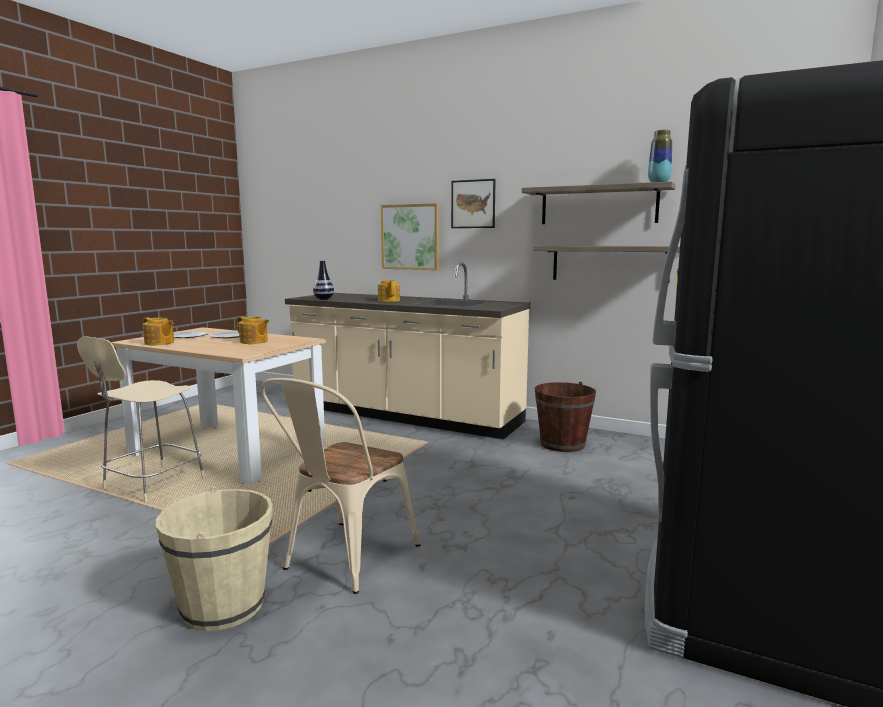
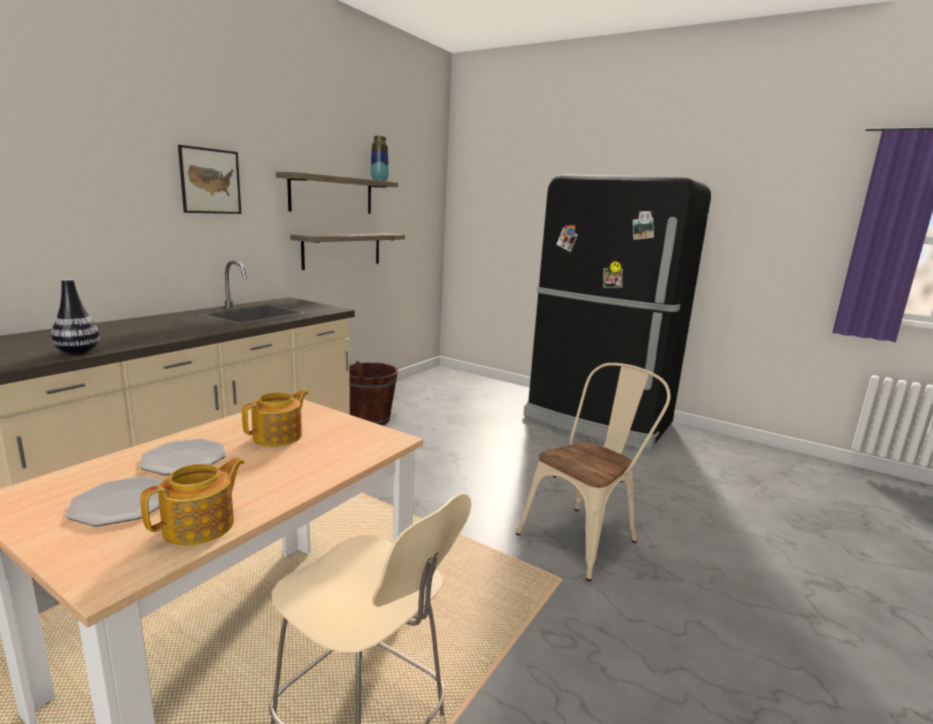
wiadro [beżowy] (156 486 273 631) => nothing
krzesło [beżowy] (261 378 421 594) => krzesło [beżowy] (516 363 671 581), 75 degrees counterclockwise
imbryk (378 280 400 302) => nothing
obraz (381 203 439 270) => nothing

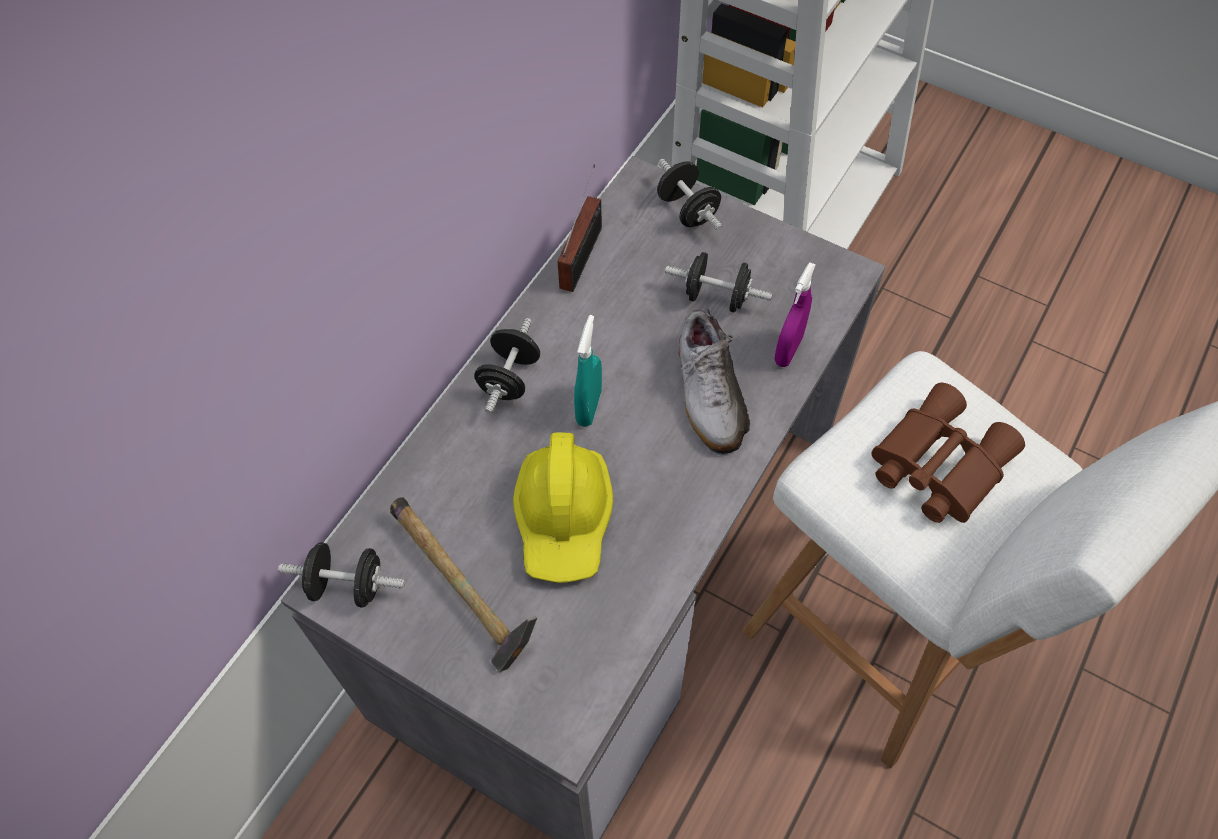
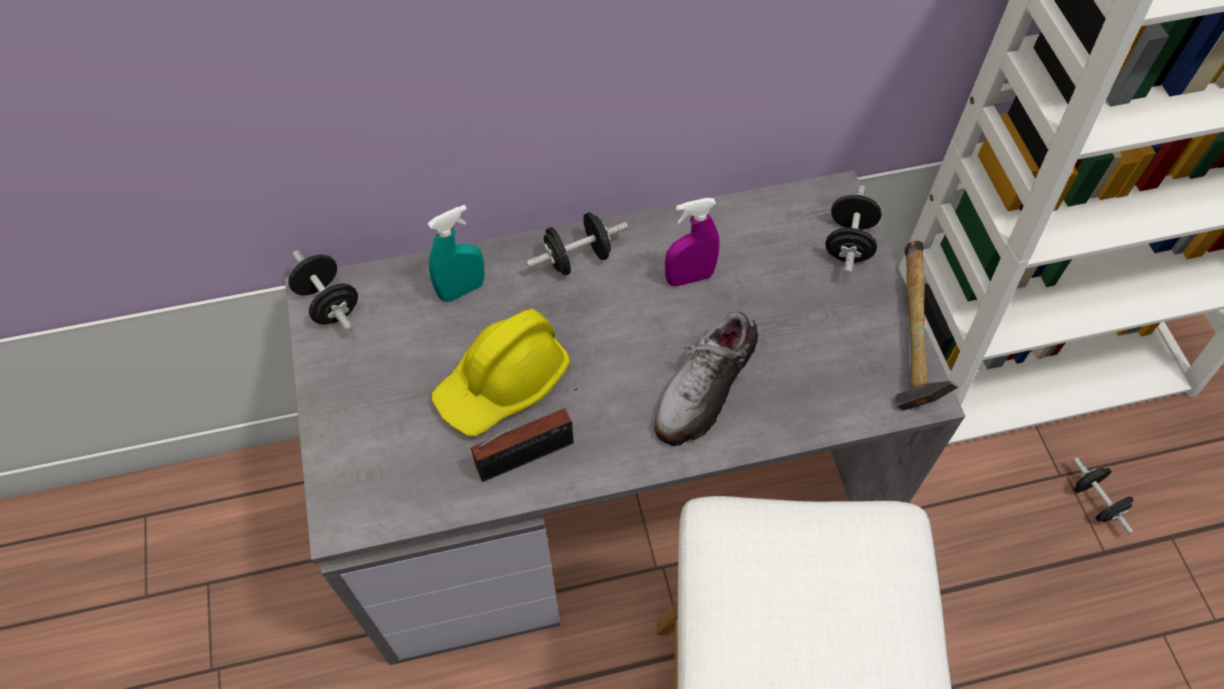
młotek (390 497 537 672) => młotek (895 241 958 411), move
radio (558 165 602 292) => radio (471 388 578 482), move
spryskiwacz [turkusowy] (574 315 602 427) => spryskiwacz [turkusowy] (428 205 485 302), move
hantel [czarny] (665 252 772 312) => hantel [czarny] (1073 457 1134 534), move
spryskiwacz [fioletowy] (774 262 816 367) => spryskiwacz [fioletowy] (665 198 720 286), move
lornetka [brązowy] (871 383 1025 523) => nothing

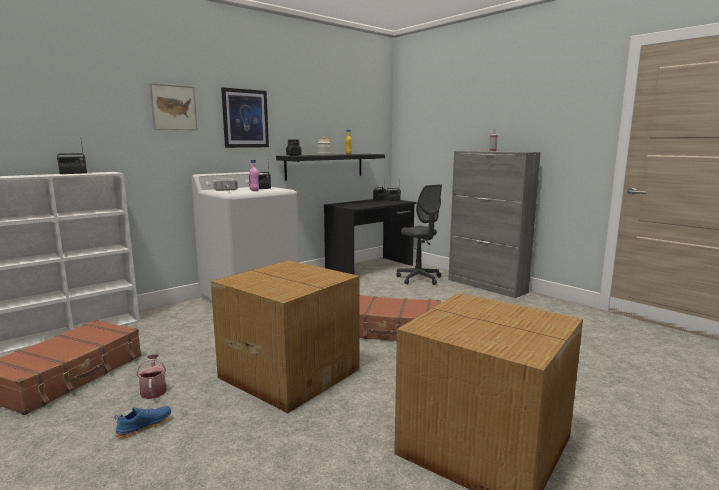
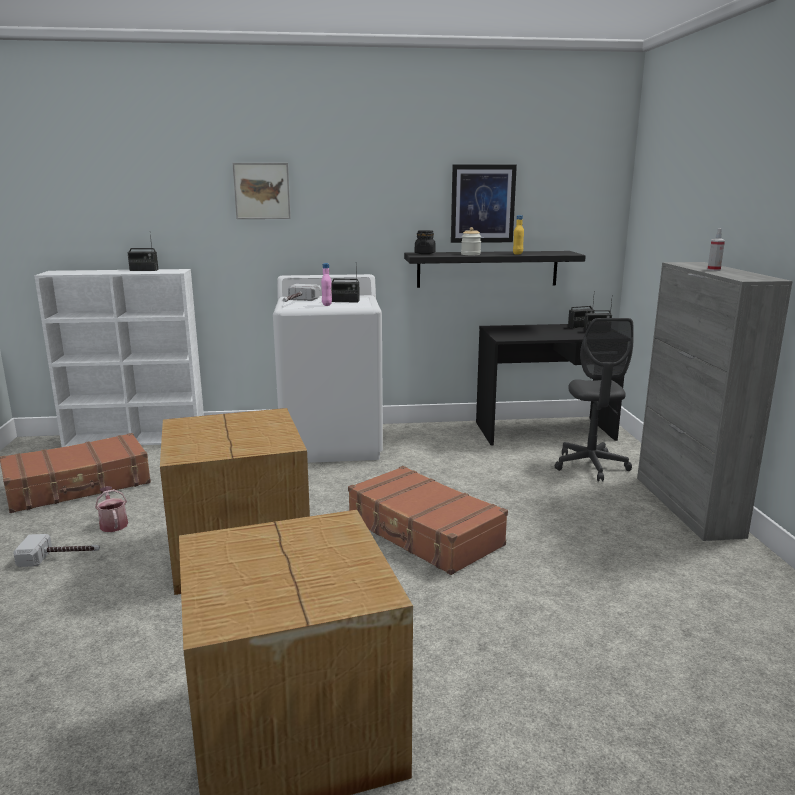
but [niebieski] (114 406 171 438) => młotek (13 534 100 567)
konewka (136 354 167 399) => konewka (95 486 128 532), 45 degrees counterclockwise
obraz (221 87 269 148) => obraz (451 164 517 243), move

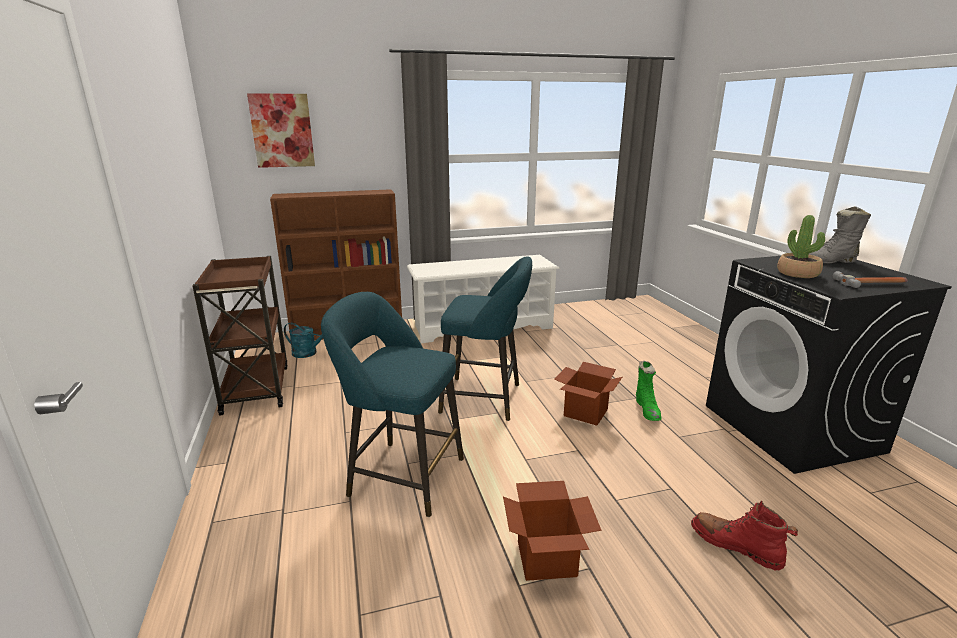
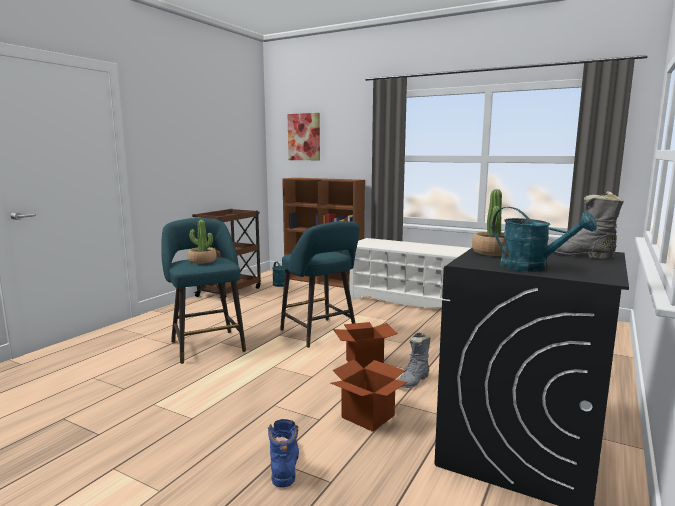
karton (503 481 602 581) => karton (330 359 407 432), move
but z cholewką [zielony] (636 361 662 421) => but z cholewką [szary] (397 332 431 388)
but z cholewką [czerwony] (691 501 798 570) => but z cholewką [niebieski] (268 419 299 488)
młotek (833 271 908 288) => konewka [turkusowy] (492 207 597 272)
nothing => roślina doniczkowa (188 220 217 264)

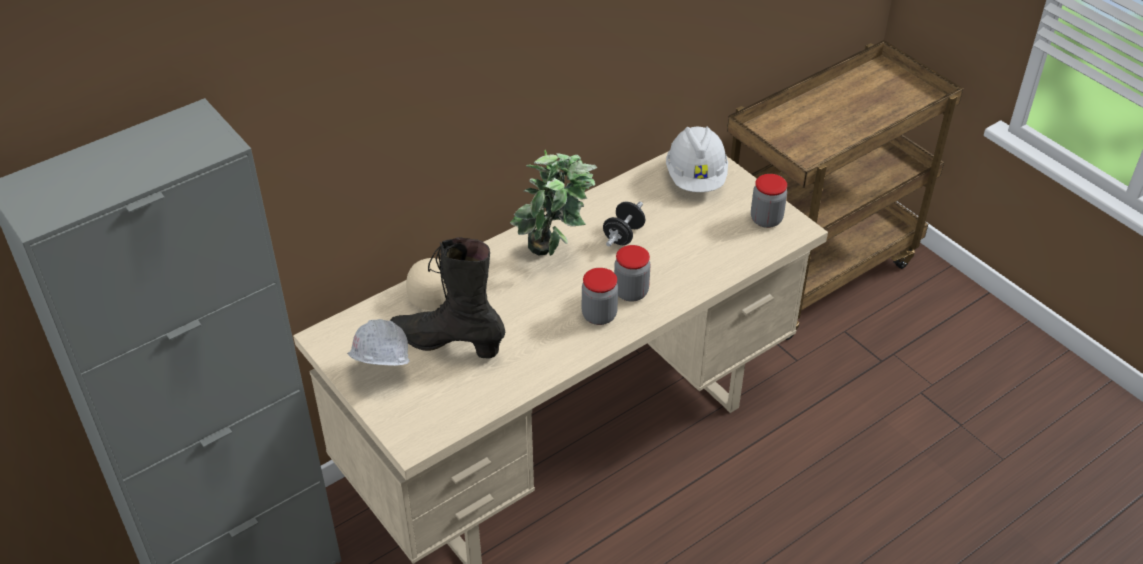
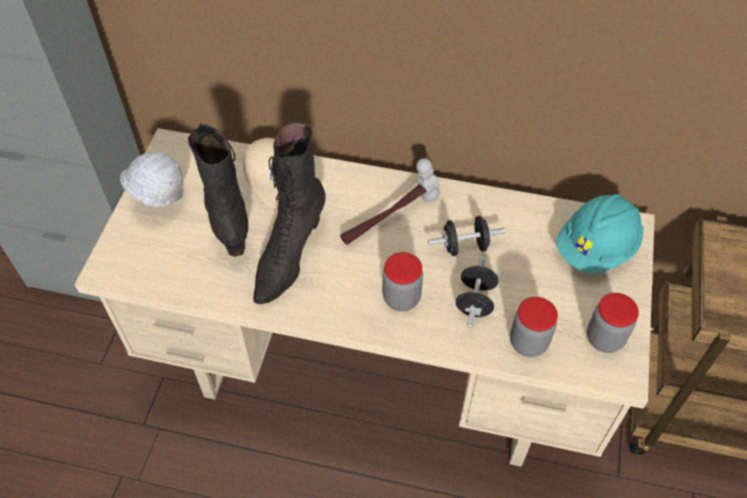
roślina doniczkowa (510 150 597 256) => młotek (340 158 439 245)
słoik (582 268 618 325) => słoik (510 297 558 357), move
kask [biały] (666 126 728 192) => kask [turkusowy] (556 194 644 274)
nothing => but z cholewką [czarny] (253 122 326 304)
nothing => hantel [czarny] (456 257 499 328)

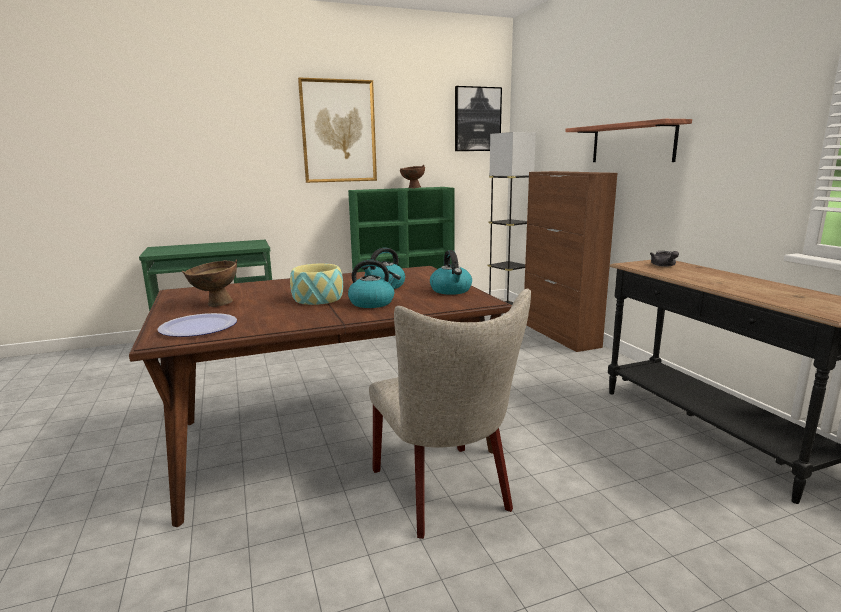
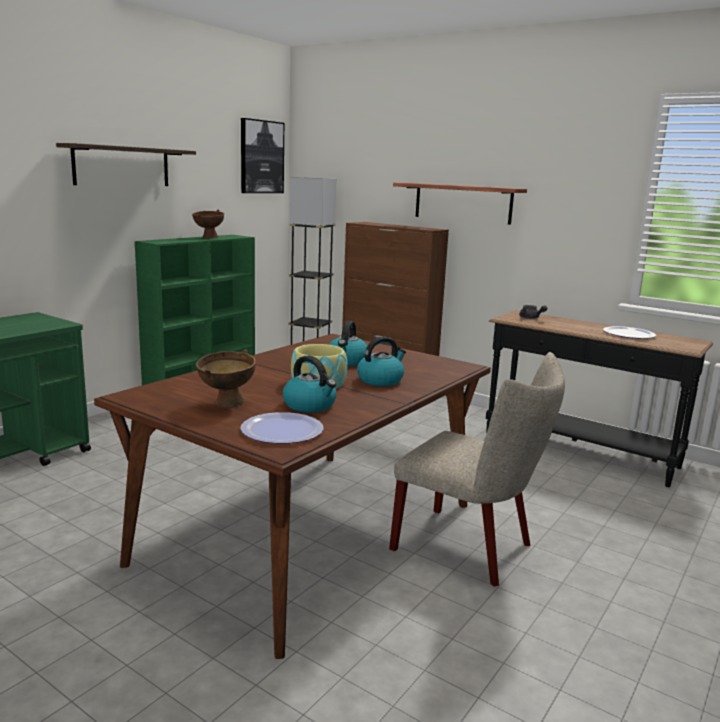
obraz (298 78 377 183) => półka (56 143 196 186)
czajnik (430 250 472 295) => czajnik (283 356 337 413), move
nothing => talerz (603 326 656 339)

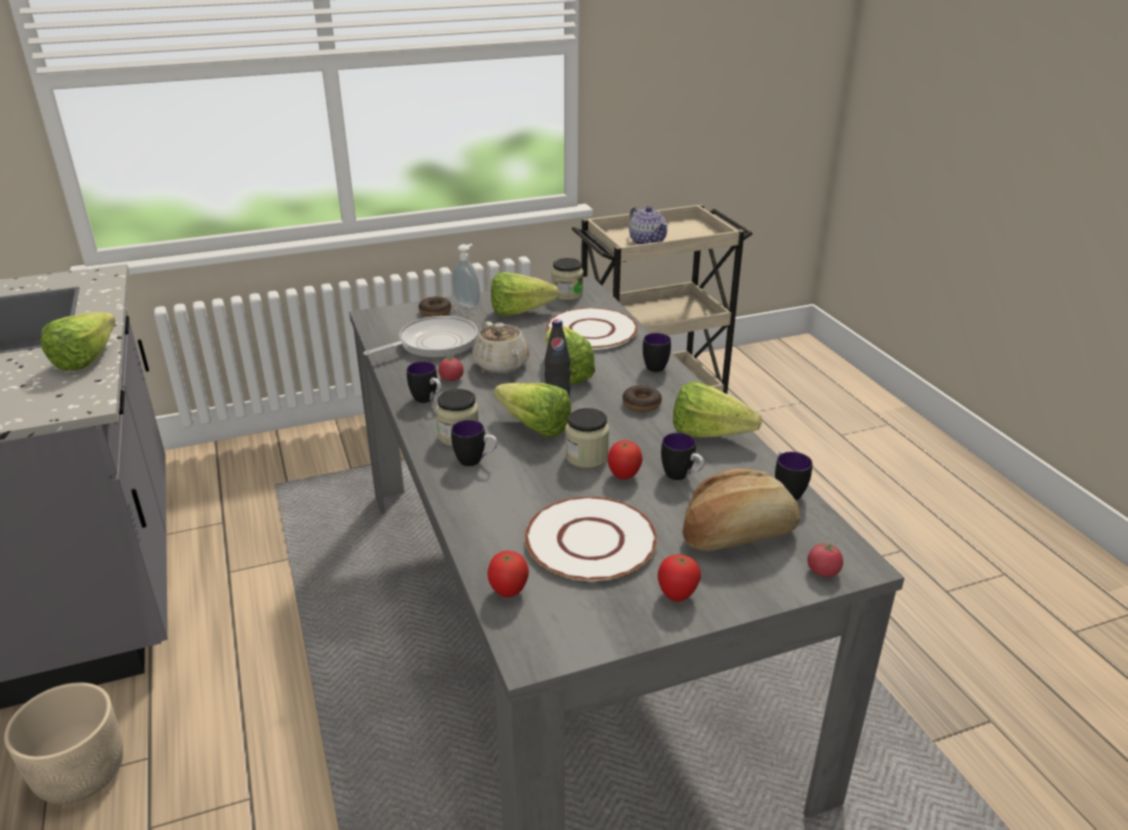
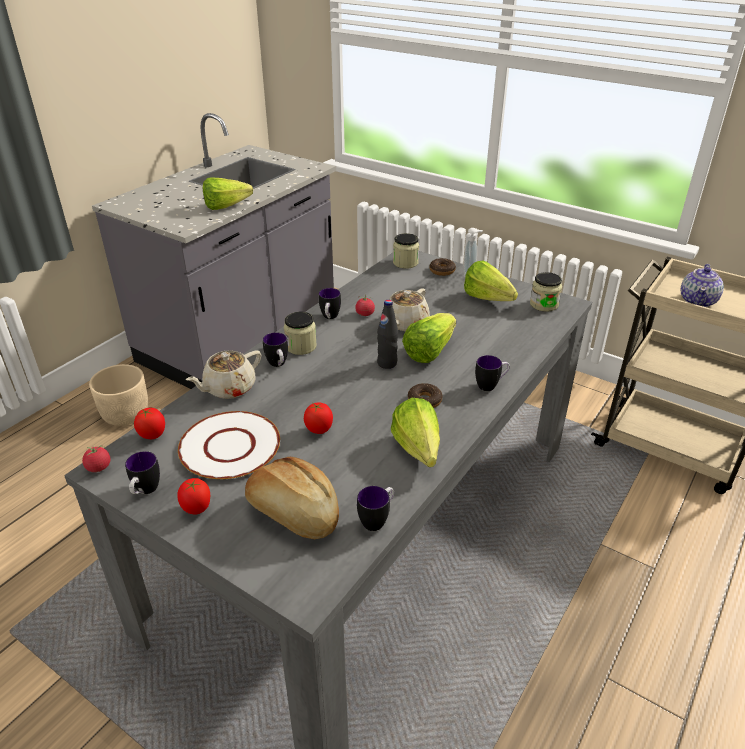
patelnia (363 316 478 358) => nothing
sałata (494 383 572 437) => nothing
talerz [biały] (546 307 638 350) => nothing
słoik (565 408 609 468) => słoik (393 233 419 269), move
kubek (661 433 704 480) => kubek (125 451 160 494), move
pomidor (807 538 843 577) => pomidor (82 445 111 472), move
nothing => imbryk [beżowy] (186 350 261 399)

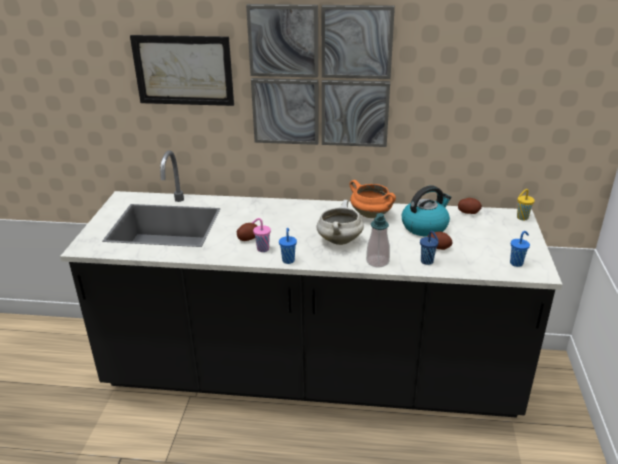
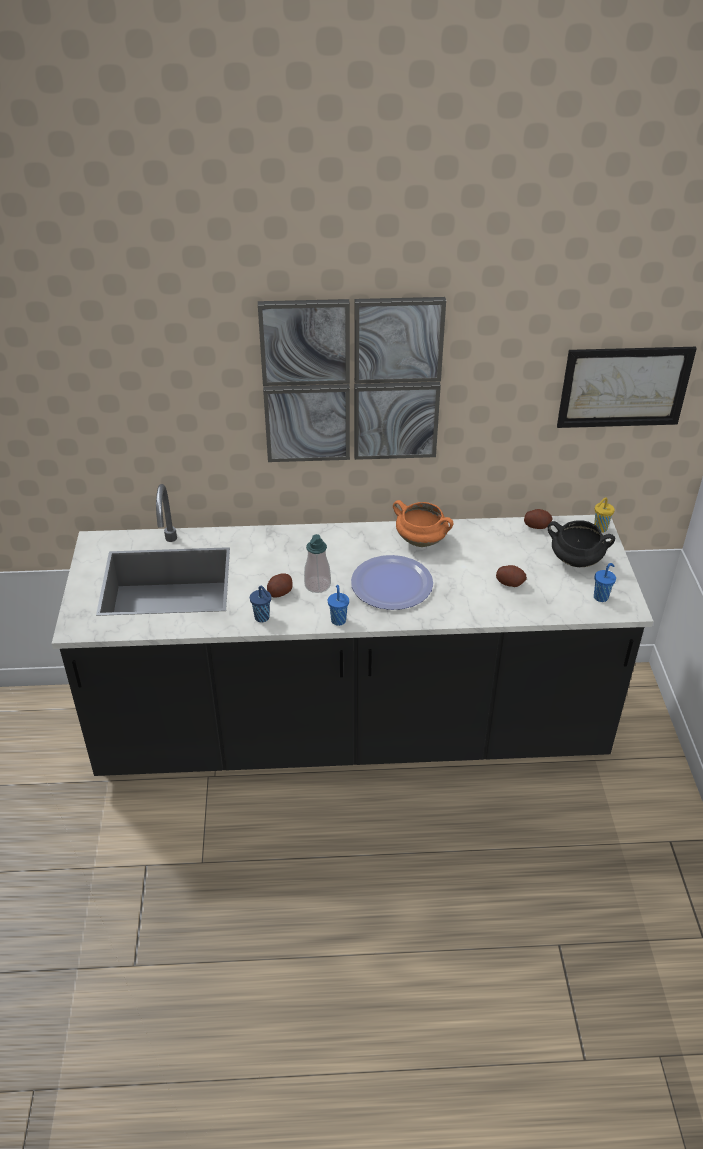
obraz (130 35 234 106) => obraz (557 347 697 428), move
filiżanka [różowy] (252 218 271 252) => nothing
garnek [biały] (316 200 364 245) => talerz (351 555 433 610)
dozownik mydła (366 213 390 267) => dozownik mydła (304 534 331 593), move
czajnik (402 185 452 237) => nothing
filiżanka [niebieski] (420 231 438 265) => filiżanka [niebieski] (250 586 271 622), move
nothing => garnek [czarny] (548 520 615 567)

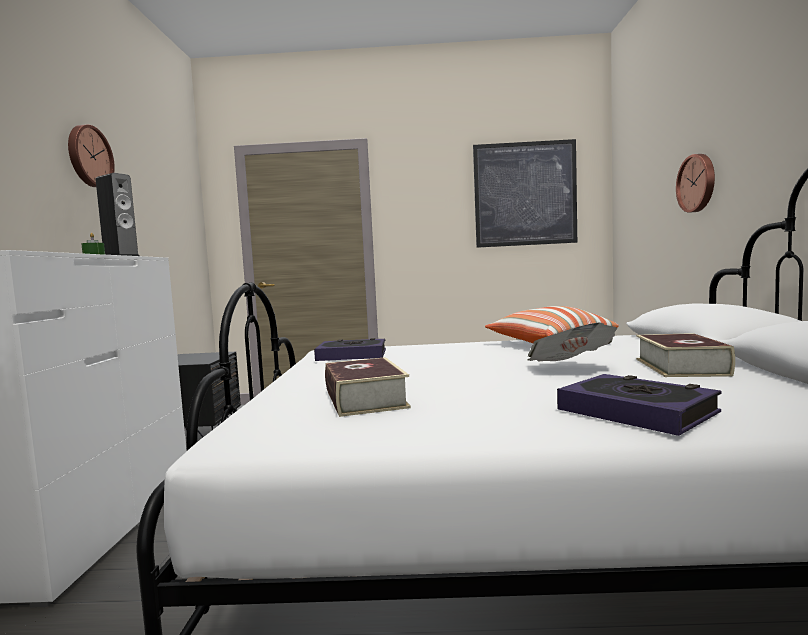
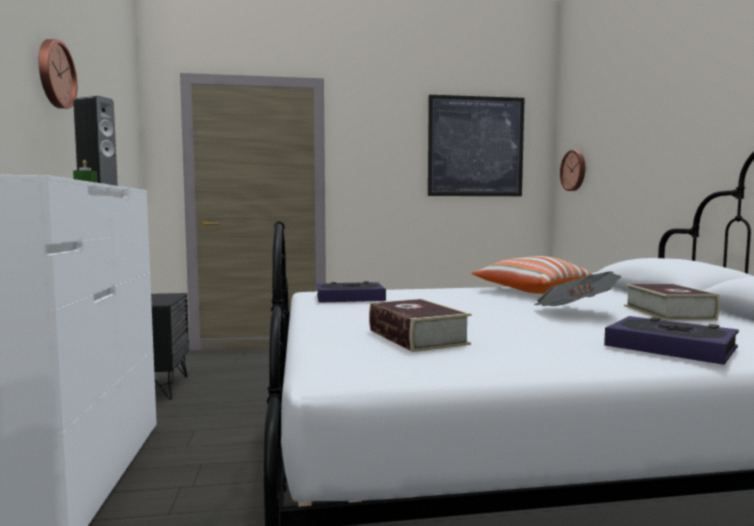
zegar ścienny (676 154 715 213) => zegar ścienny (560 150 585 191), move

